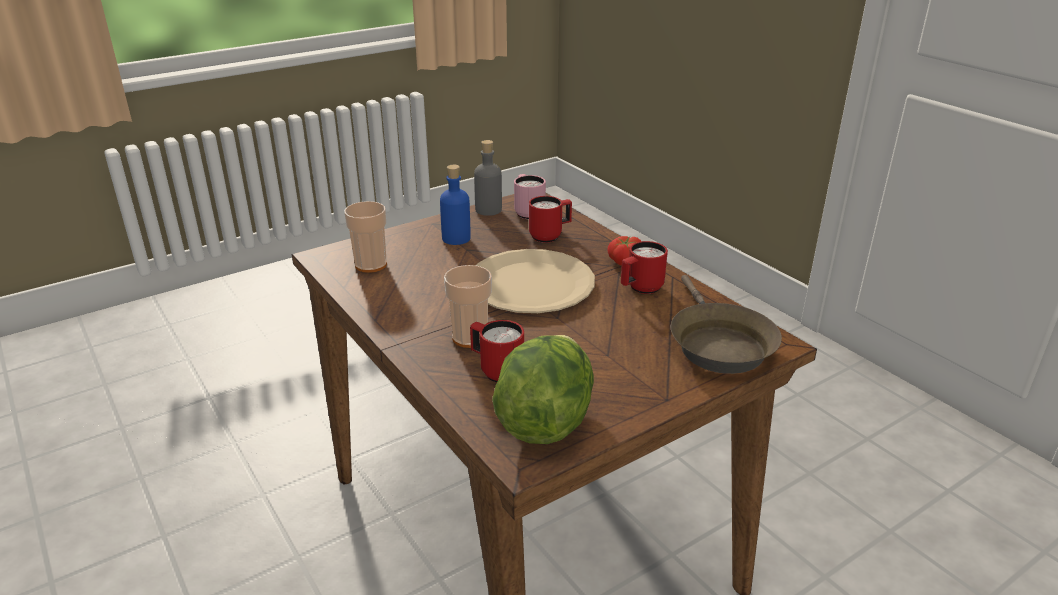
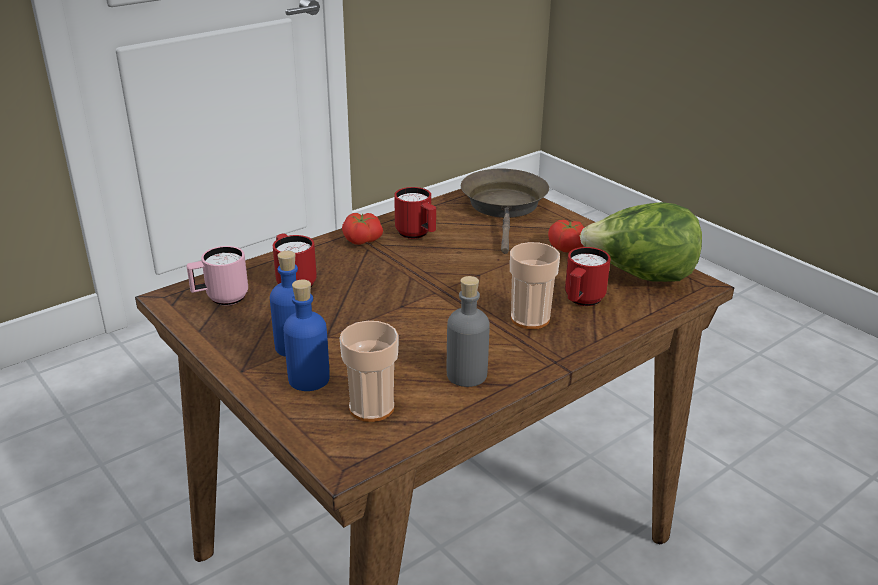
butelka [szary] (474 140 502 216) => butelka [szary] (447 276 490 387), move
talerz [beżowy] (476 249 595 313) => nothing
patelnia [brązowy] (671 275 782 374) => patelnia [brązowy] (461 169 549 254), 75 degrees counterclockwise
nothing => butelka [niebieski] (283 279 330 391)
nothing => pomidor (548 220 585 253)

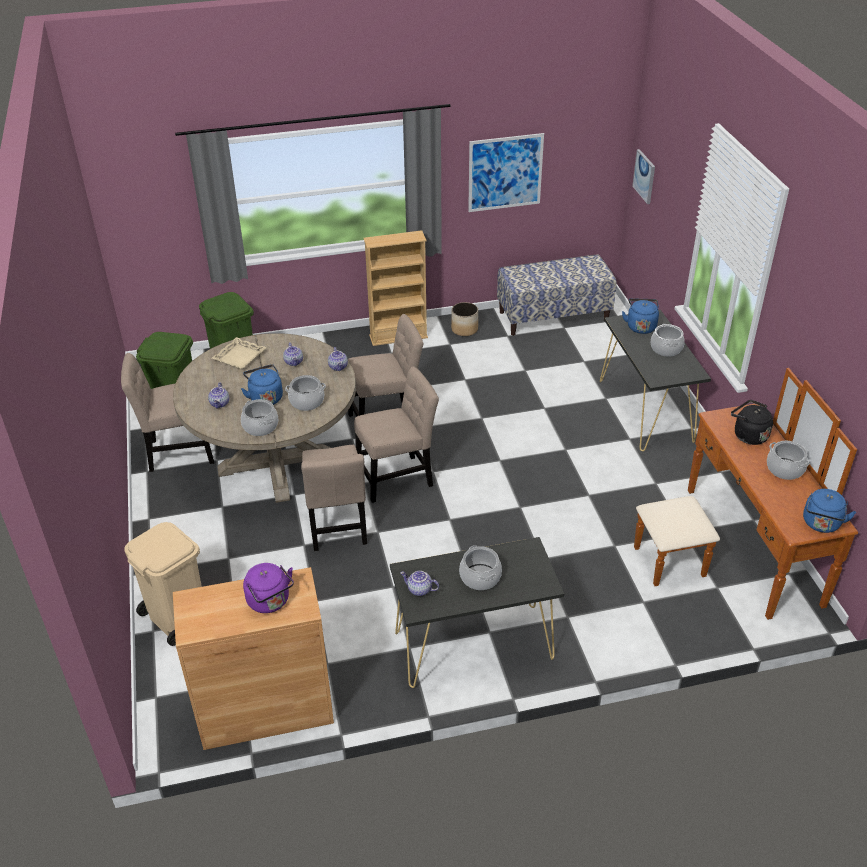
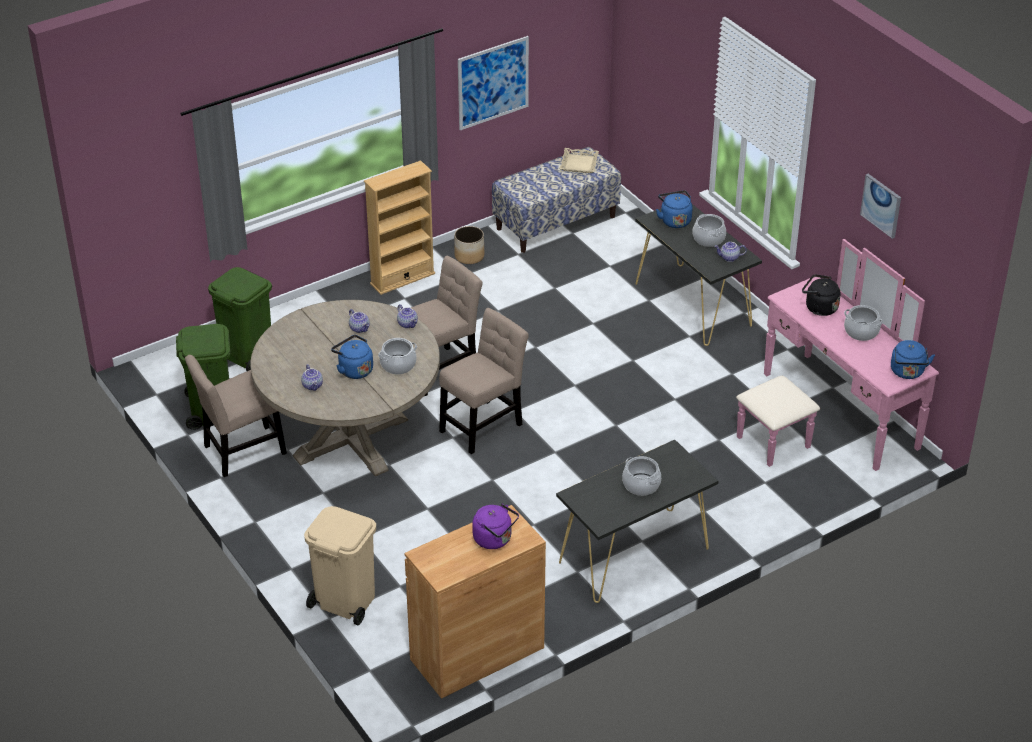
taca [beżowy] (212 337 267 369) => taca [beżowy] (560 148 599 173), move
garnek (241 399 278 436) => nothing
krzesło [beżowy] (301 445 367 551) => nothing
imbryk (400 571 439 596) => imbryk (714 242 747 262), move
obraz (632 149 655 204) => obraz (860 174 901 239), move
komoda [brązowy] (634 368 858 620) => komoda [różowy] (736 239 939 471)

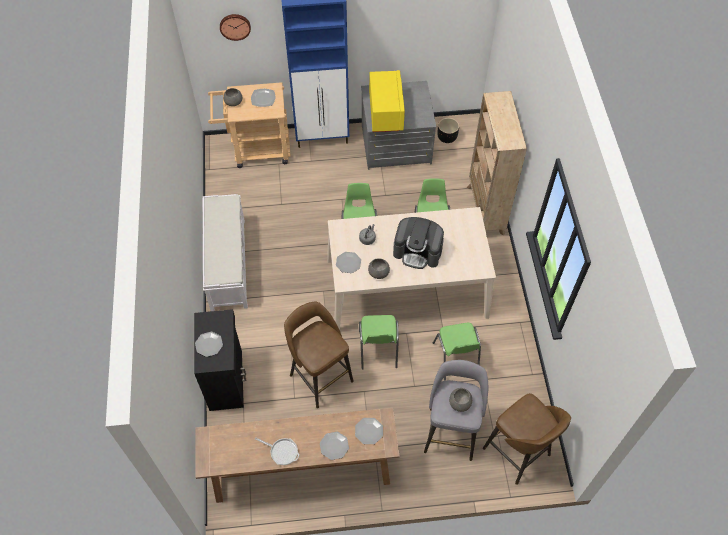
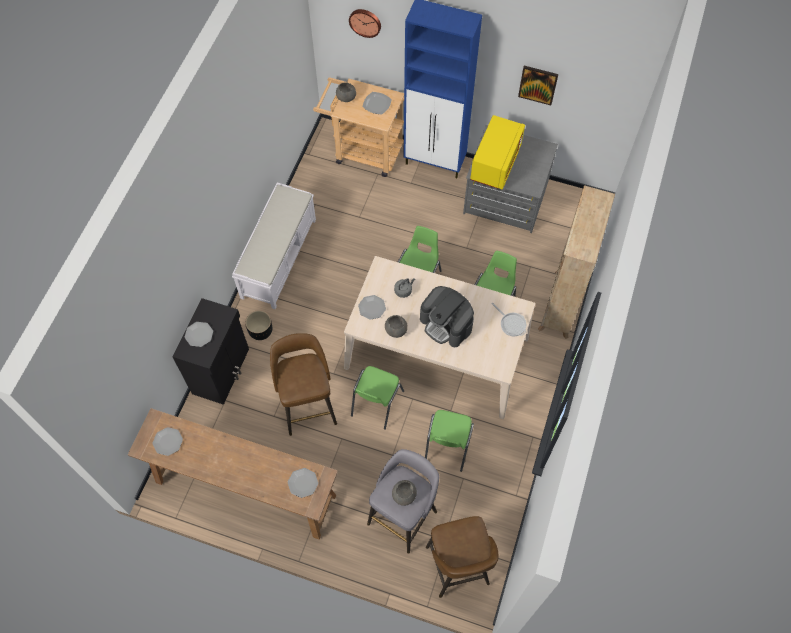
patelnia (255 438 299 465) => patelnia (492 303 526 337), move
talerz (320 432 349 460) => talerz (153 427 183 456), move
donica [czarny] (437 118 459 143) => donica [czarny] (245 310 272 340), move
nothing => obraz (518 66 559 105)

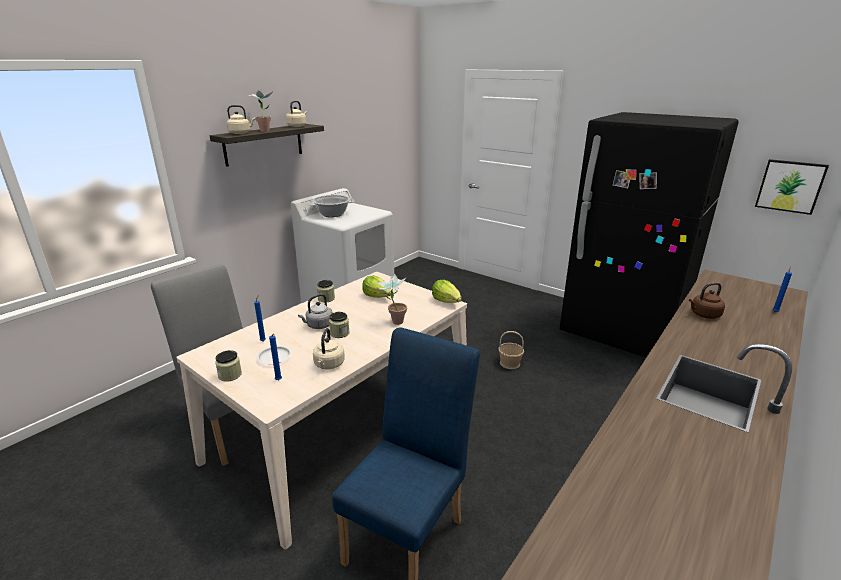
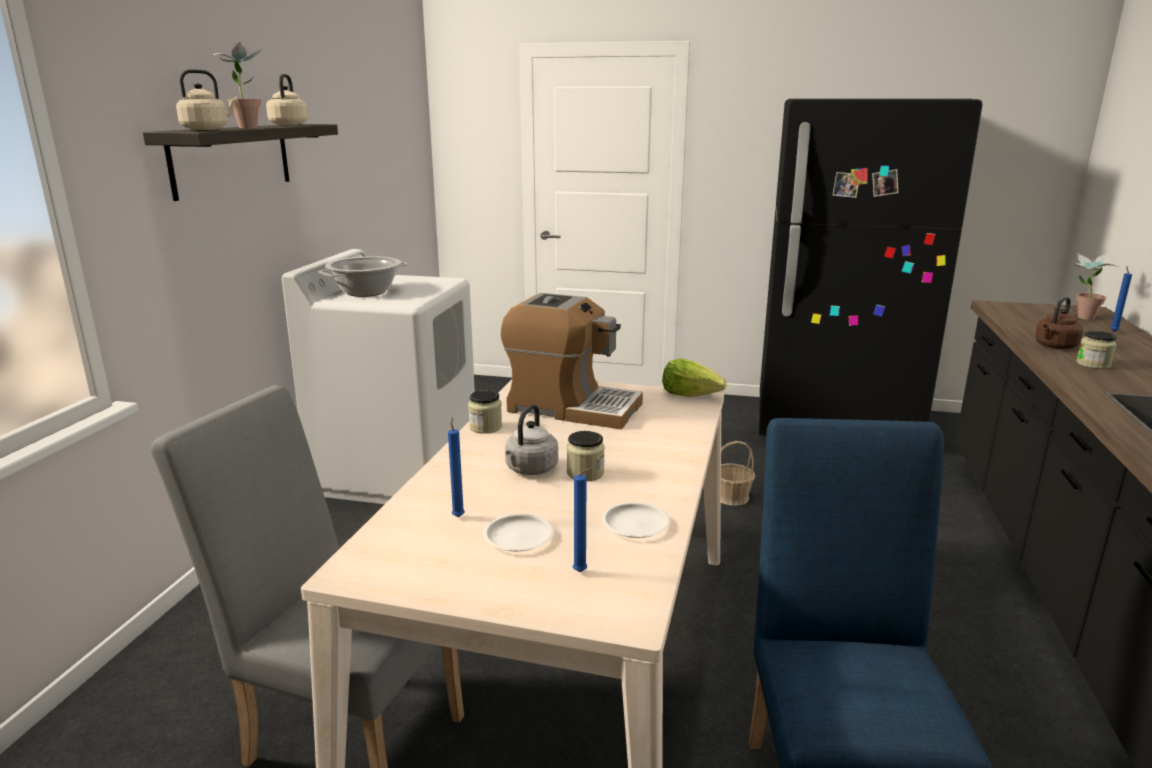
słoik (215 350 242 382) => słoik (1076 331 1117 369), move
czajnik [beżowy] (313 328 345 369) => talerz [biały] (602 502 671 538)
sałata (362 275 392 298) => ekspres do kawy (501 293 643 429)
roślina doniczkowa (377 273 407 325) => roślina doniczkowa (1074 252 1120 320), move
obraz (755 159 829 215) => nothing

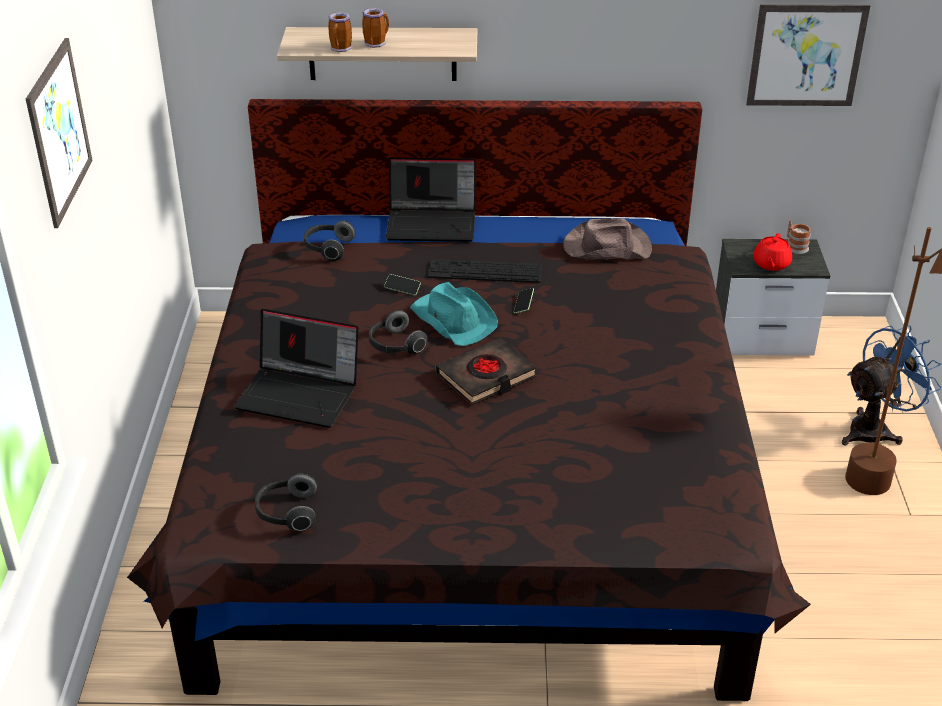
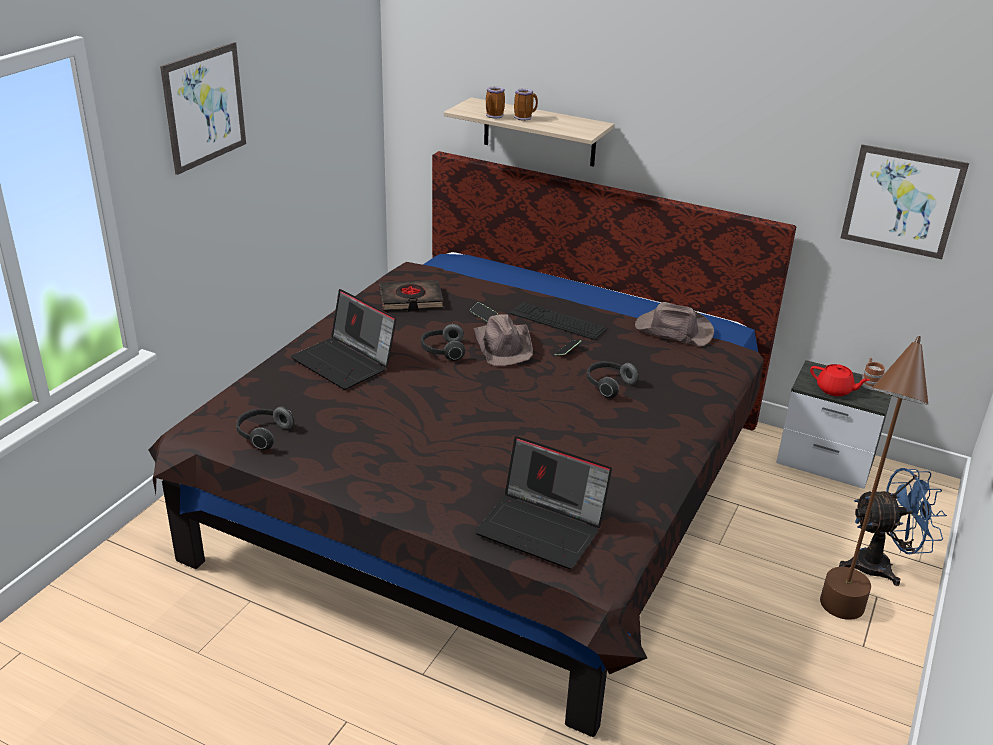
słuchawki (304 220 356 261) => słuchawki (587 361 639 398), move
laptop (386 157 476 242) => laptop (475 436 612 569), move
kapelusz [turkusowy] (410 282 498 346) => kapelusz [brązowy] (474 314 533 366)
książka [czarny] (436 338 537 405) => książka [czarny] (380 280 444 312), move
imbryk [czerwony] (753 233 792 271) => imbryk [czerwony] (810 364 870 396), 105 degrees counterclockwise

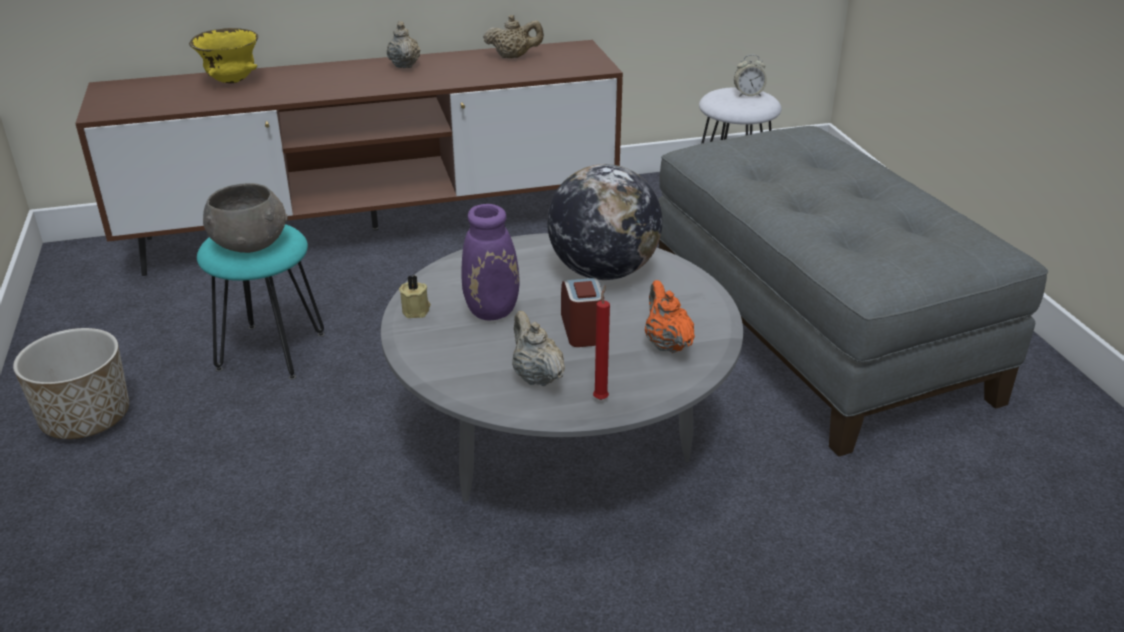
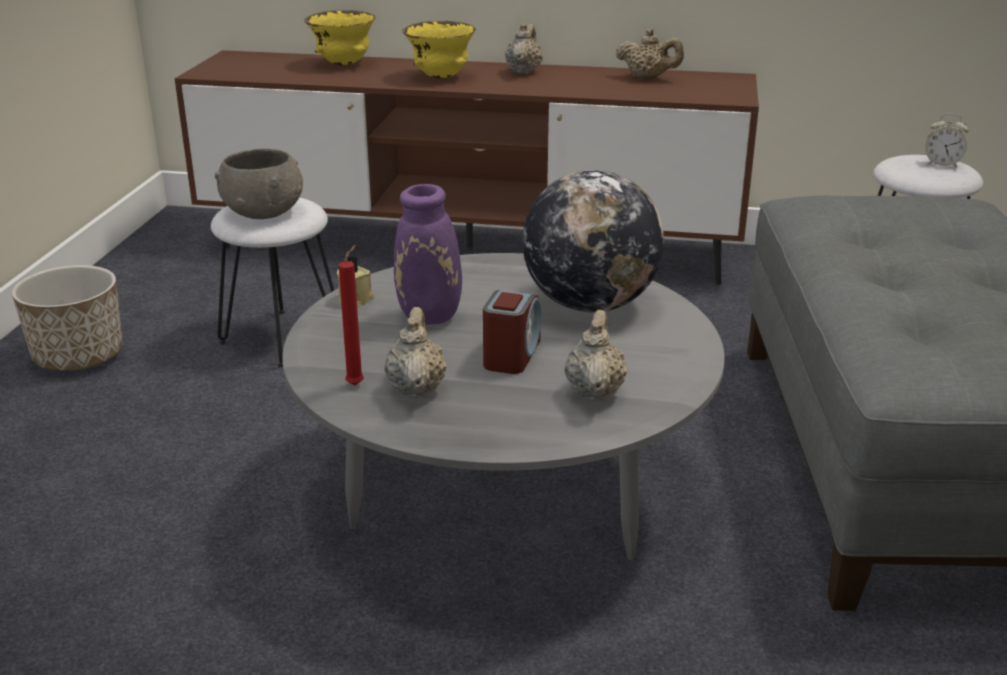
stołek [turkusowy] (197 224 325 380) => stołek [biały] (211 198 334 368)
świeca [czerwony] (593 285 610 400) => świeca [czerwony] (339 244 364 385), move
imbryk [pomarańczowy] (645 280 695 353) => imbryk [beżowy] (565 310 627 401)
nothing => miska [żółty] (402 21 476 79)

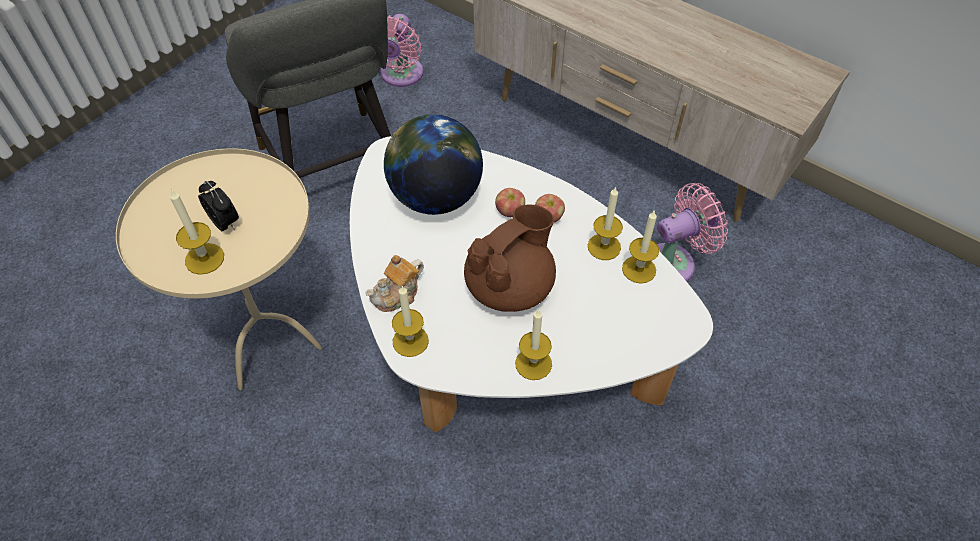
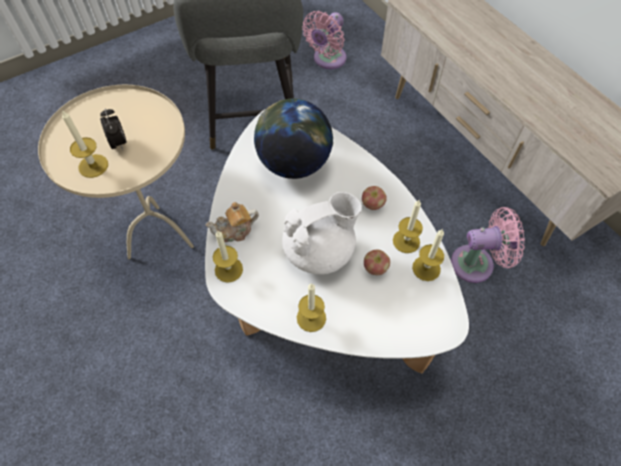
imbryk [brązowy] (464 205 556 312) => imbryk [biały] (282 192 362 275)
jabłko (495 188 525 217) => jabłko (364 250 390 275), move

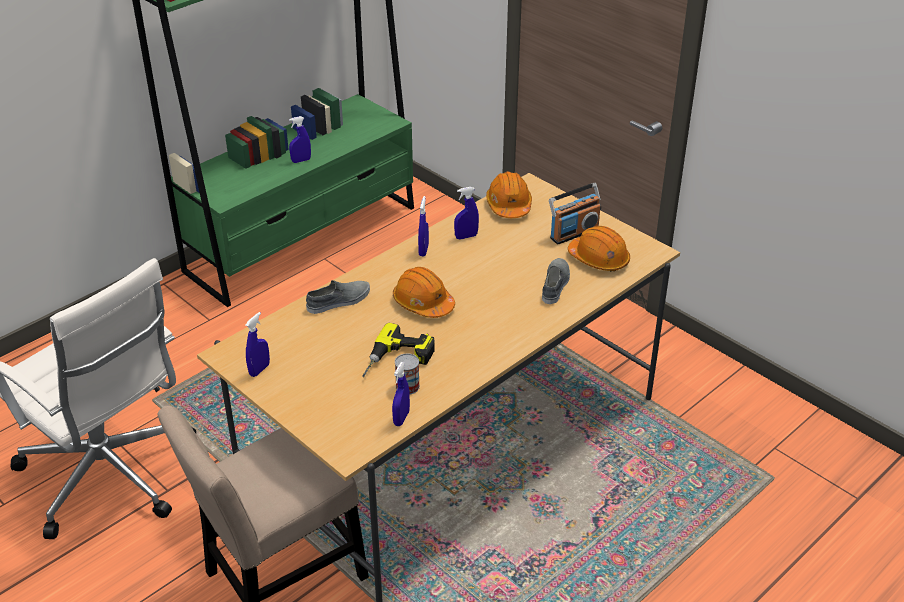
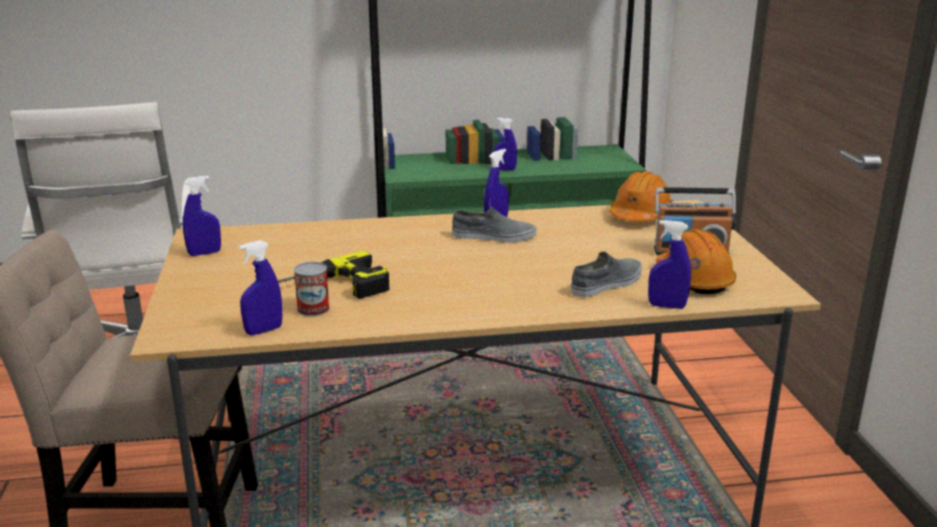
but [szary] (306 280 370 314) => but [szary] (452 206 537 243), move
kask [pomarańczowy] (393 267 455 318) => nothing
spryskiwacz [niebieski] (454 187 479 239) => spryskiwacz [niebieski] (648 220 691 309), move

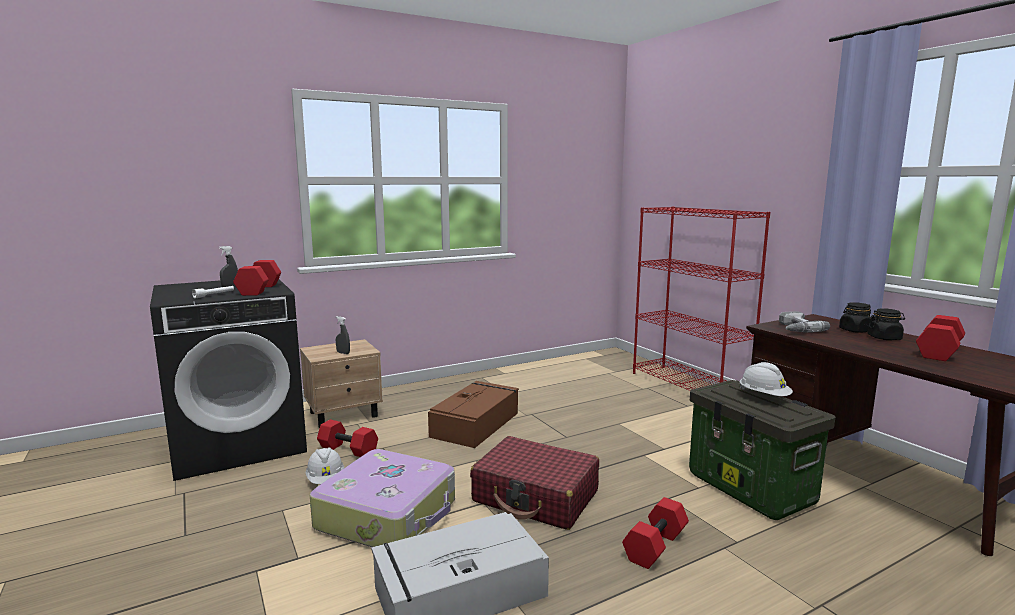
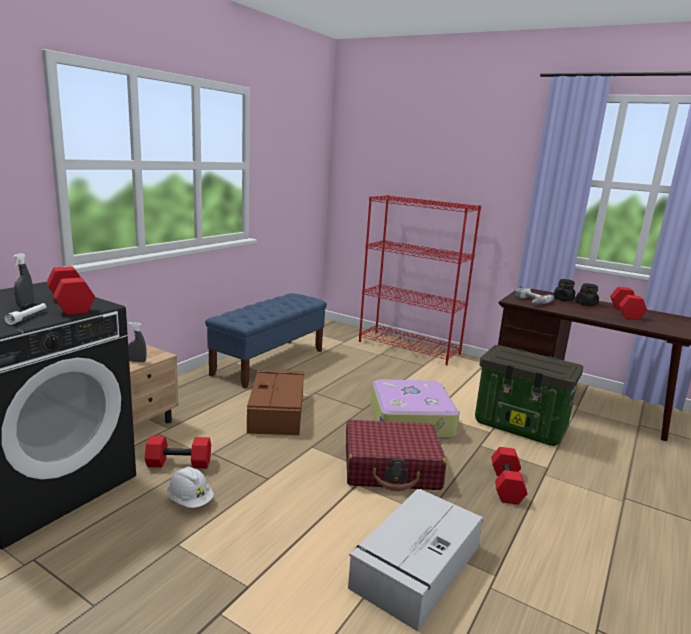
walizka (310 449 455 547) => walizka (371 379 460 439), move
kask [biały] (740 362 793 396) => nothing
nothing => ławka [niebieski] (205 293 327 389)

